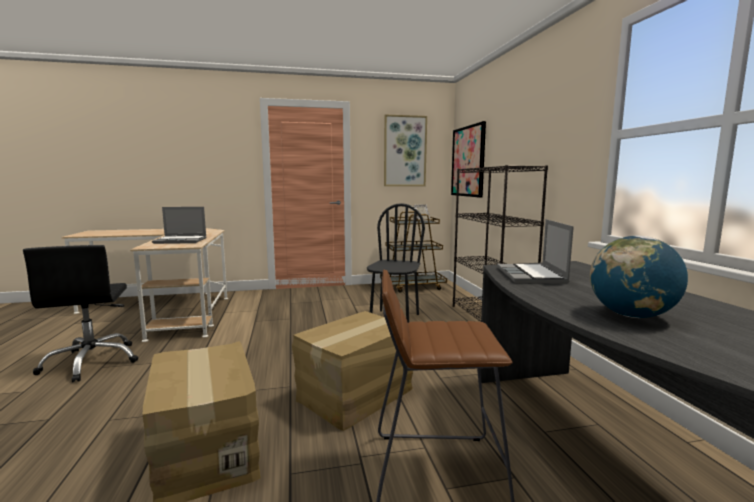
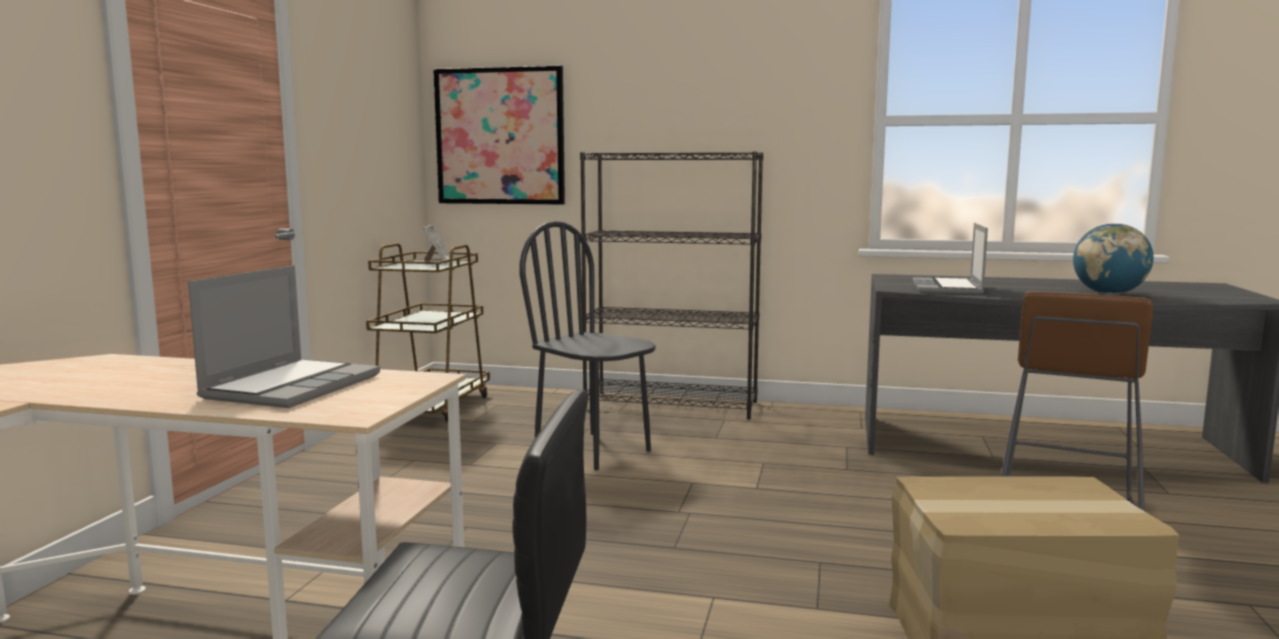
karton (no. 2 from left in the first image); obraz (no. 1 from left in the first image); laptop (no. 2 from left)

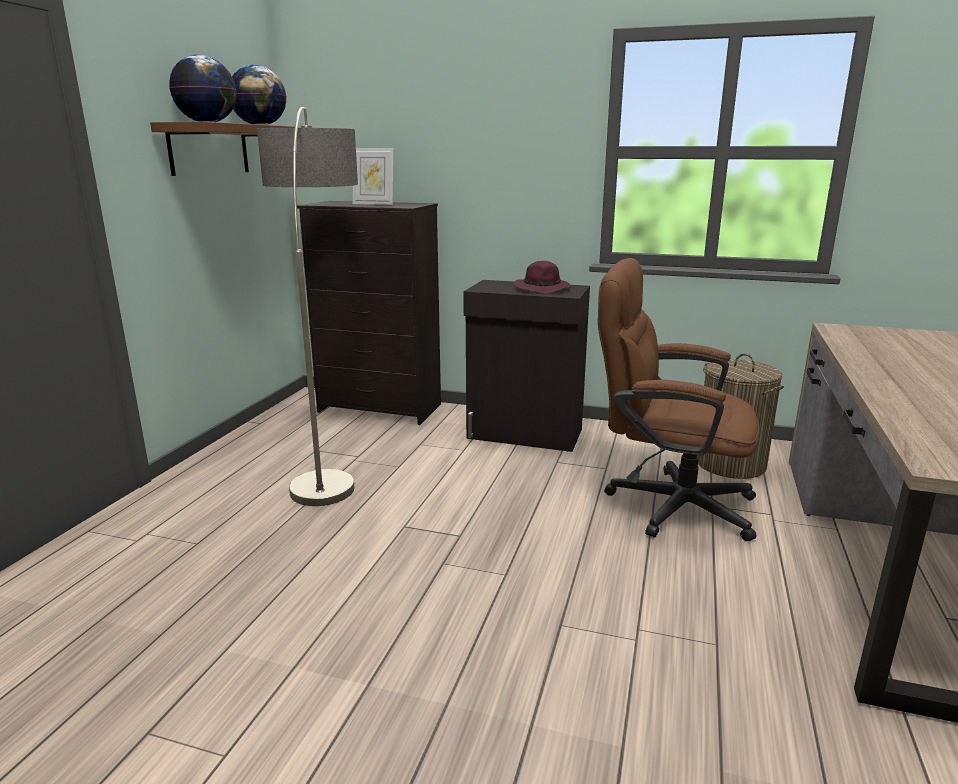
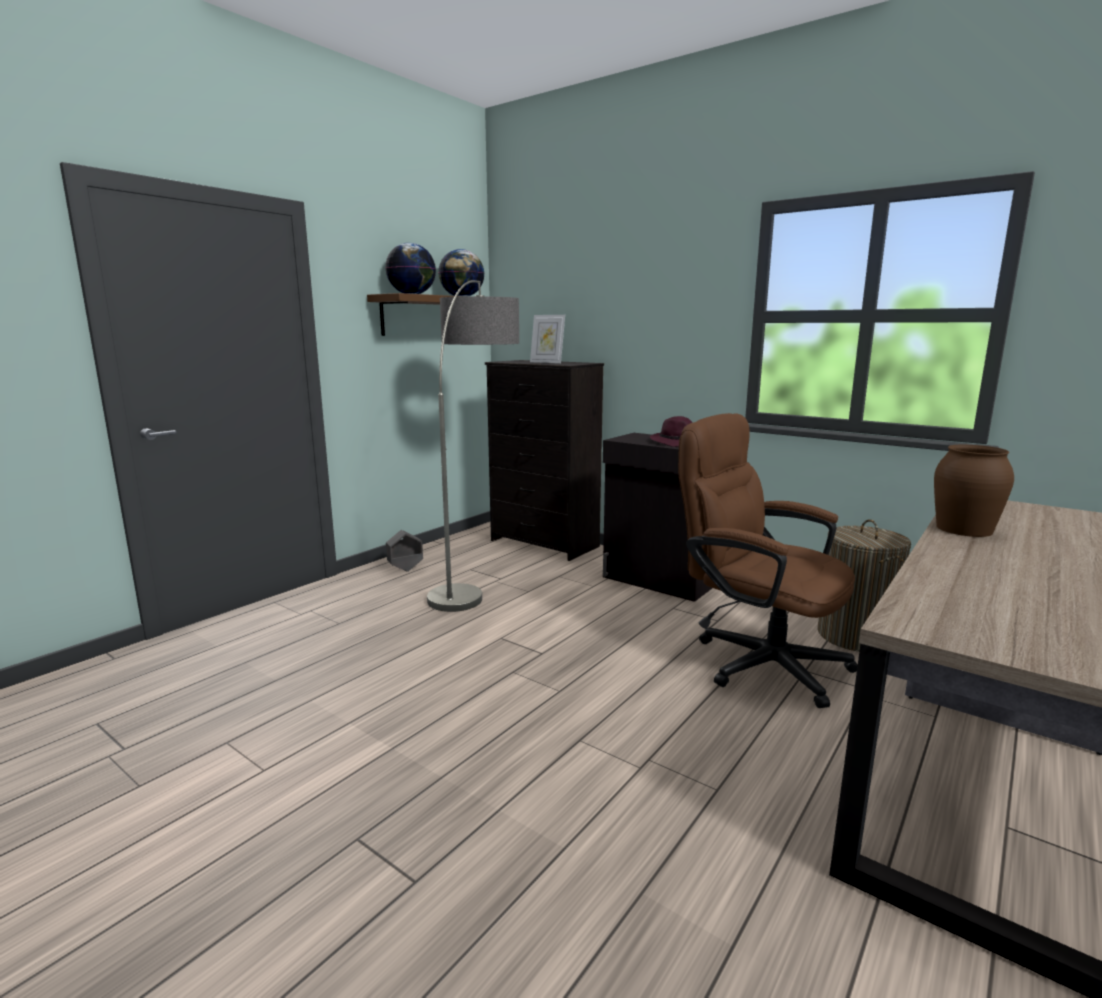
donica [szary]; wazon [brązowy]

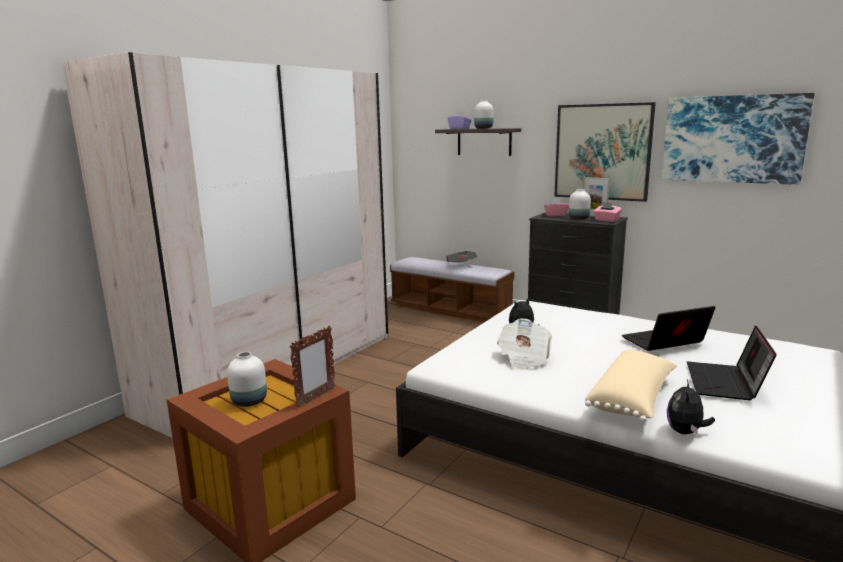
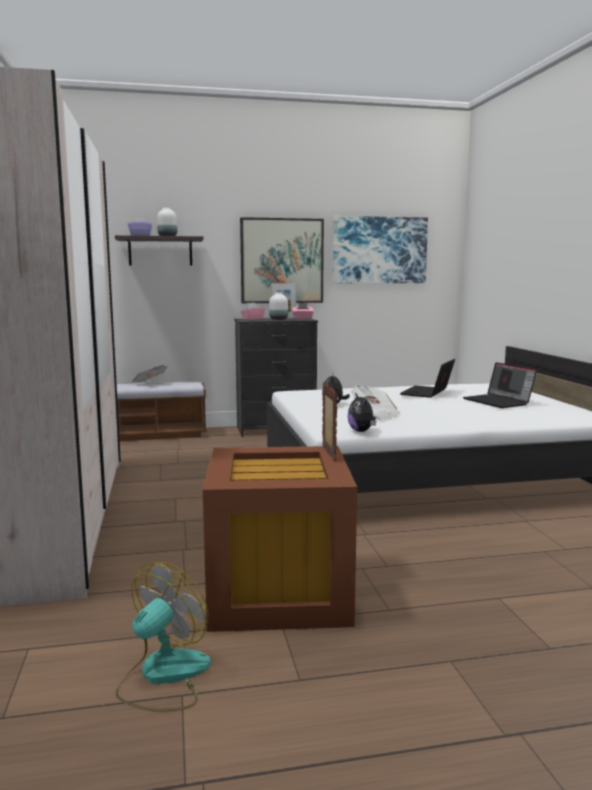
wazon [biały] (no. 1 from left in the first image); poduszka [beżowy]; wentylator; pluszak (no. 2 from left)

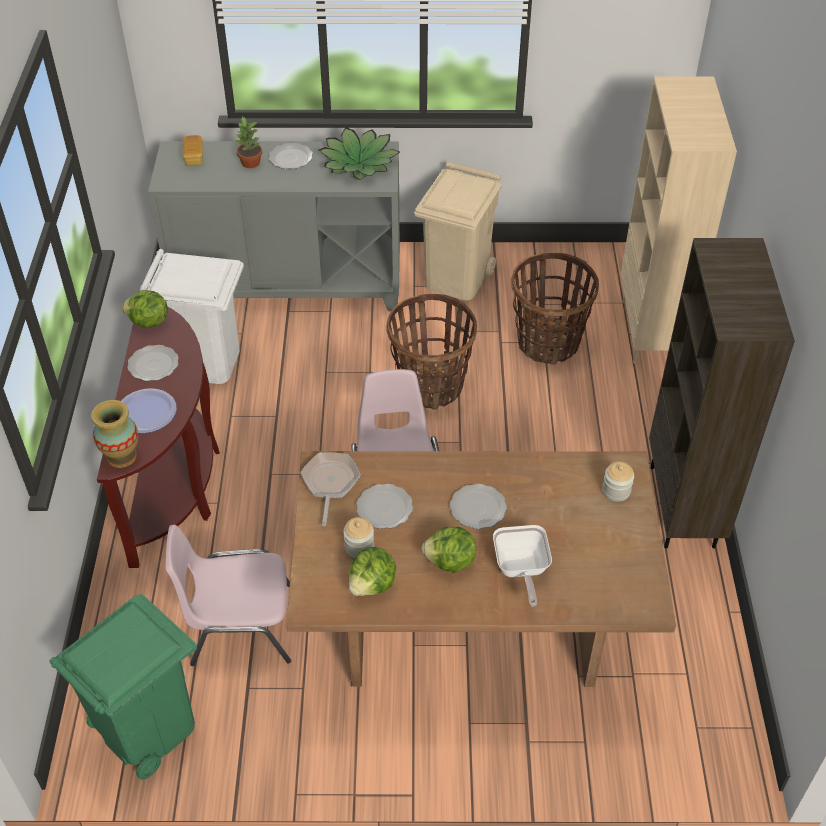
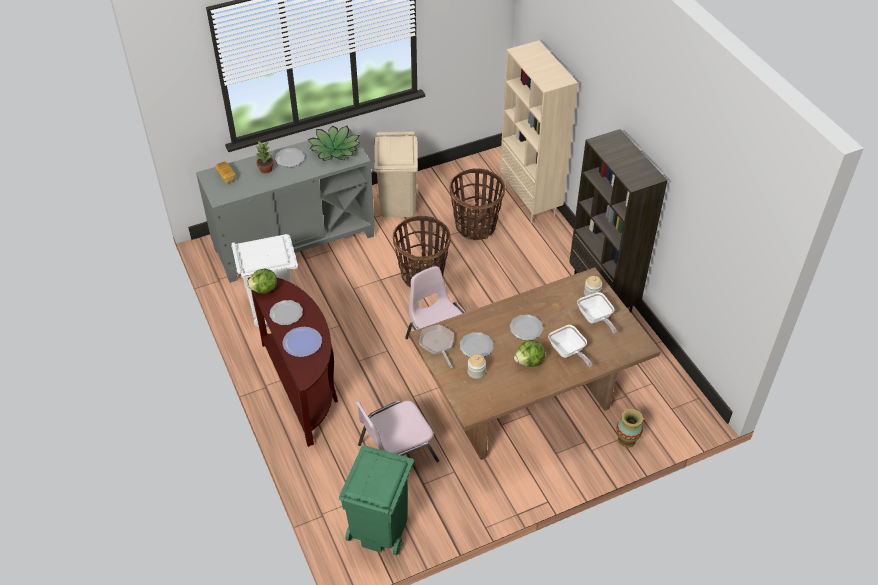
sałata (no. 2 from left in the first image); patelnia (no. 3 from left); wazon

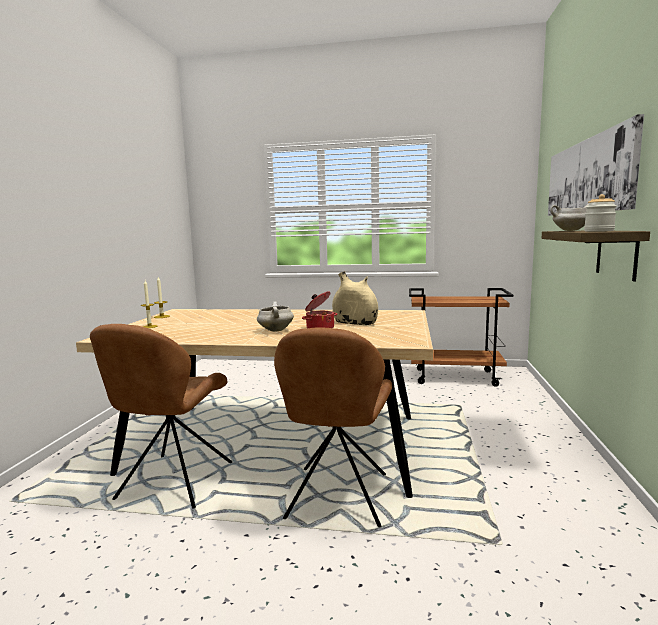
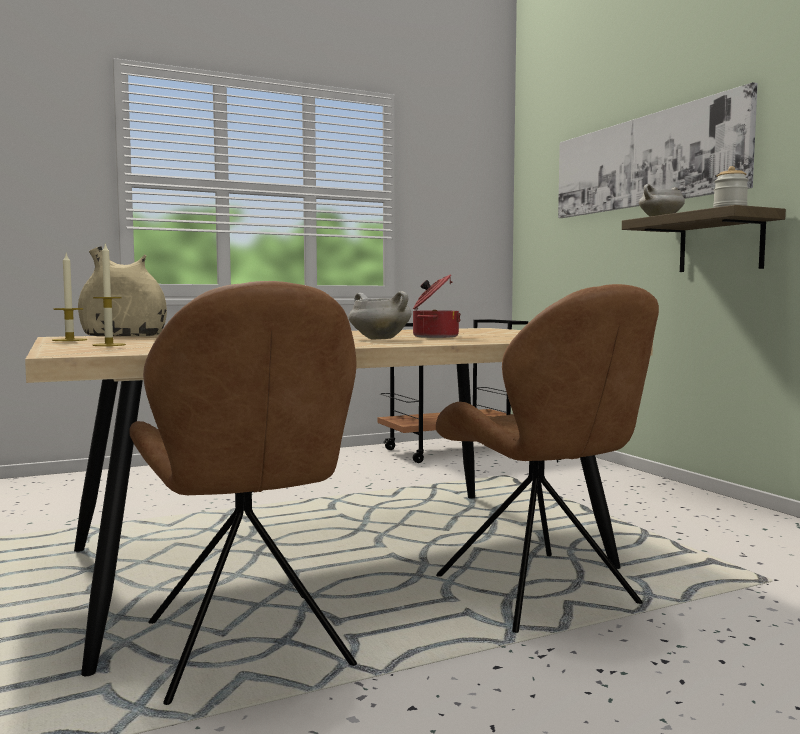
wazon [beżowy]

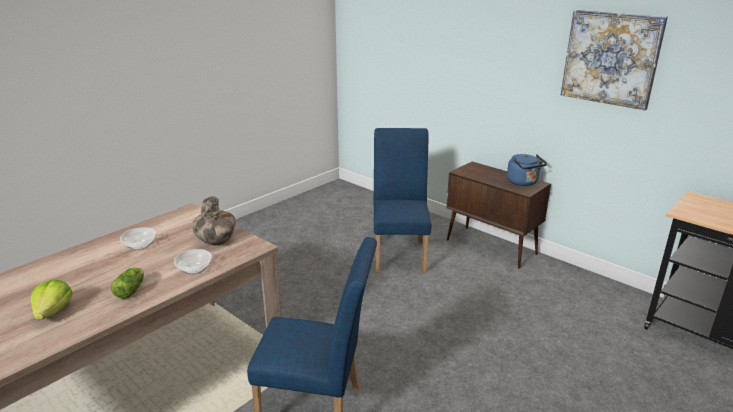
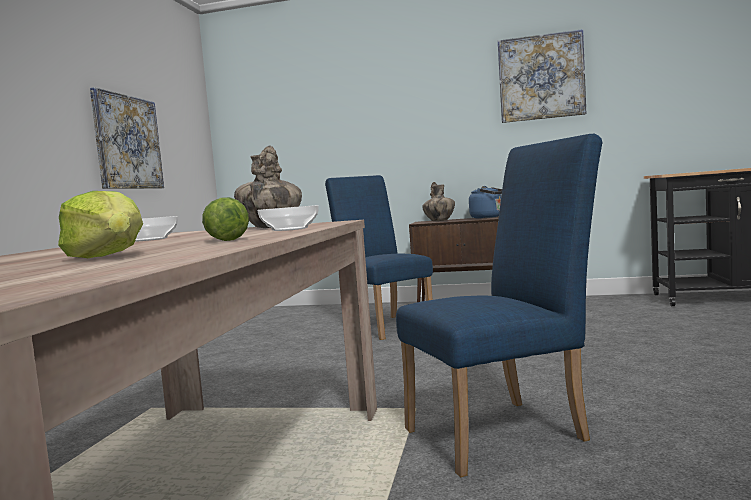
obraz (no. 1 from left); wazon (no. 2 from left)

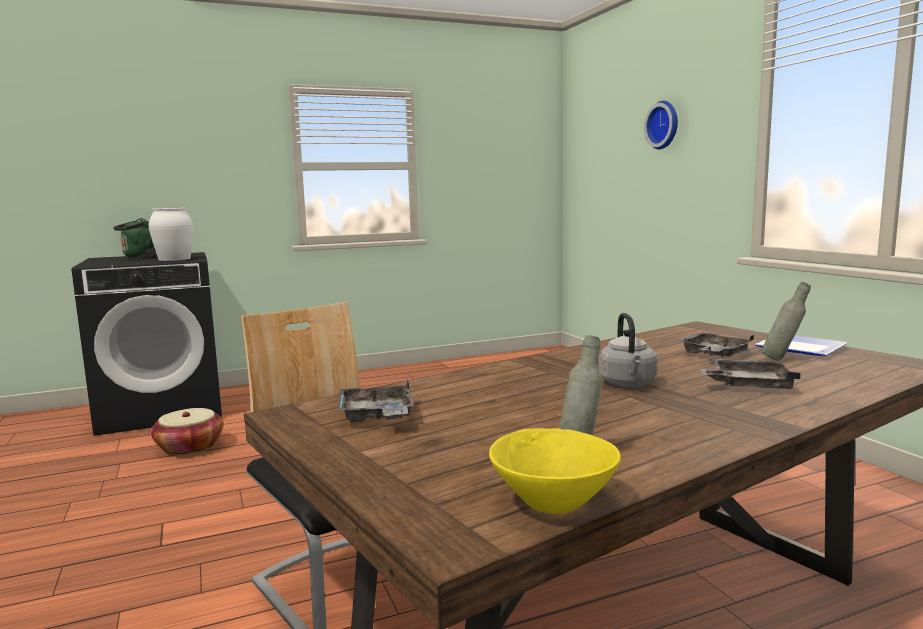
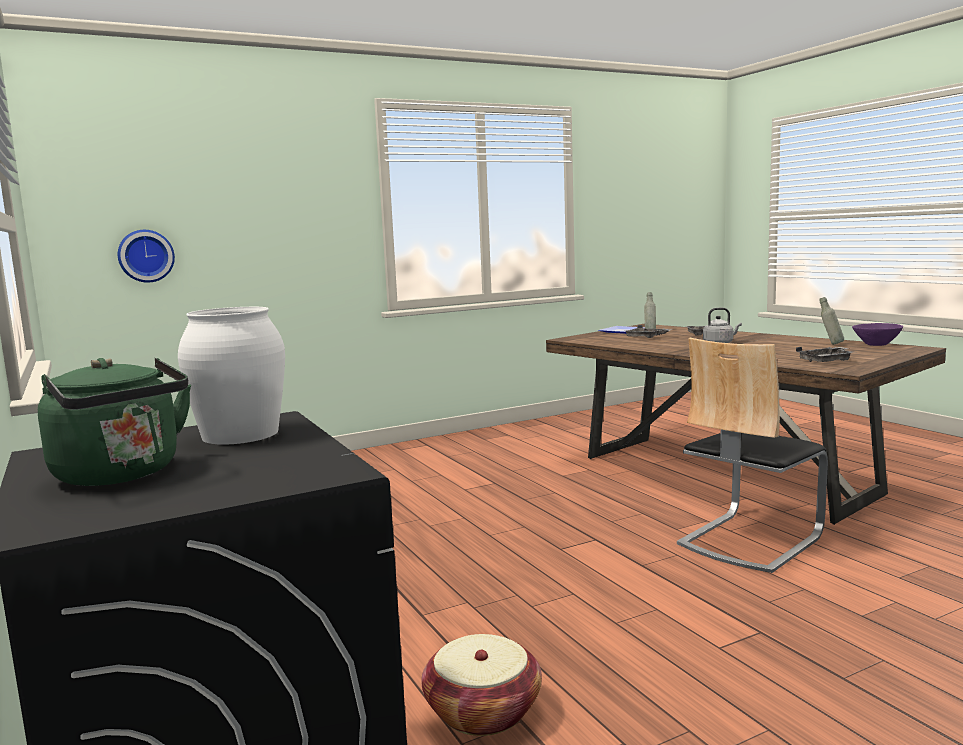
zegar ścienny; miska [fioletowy]

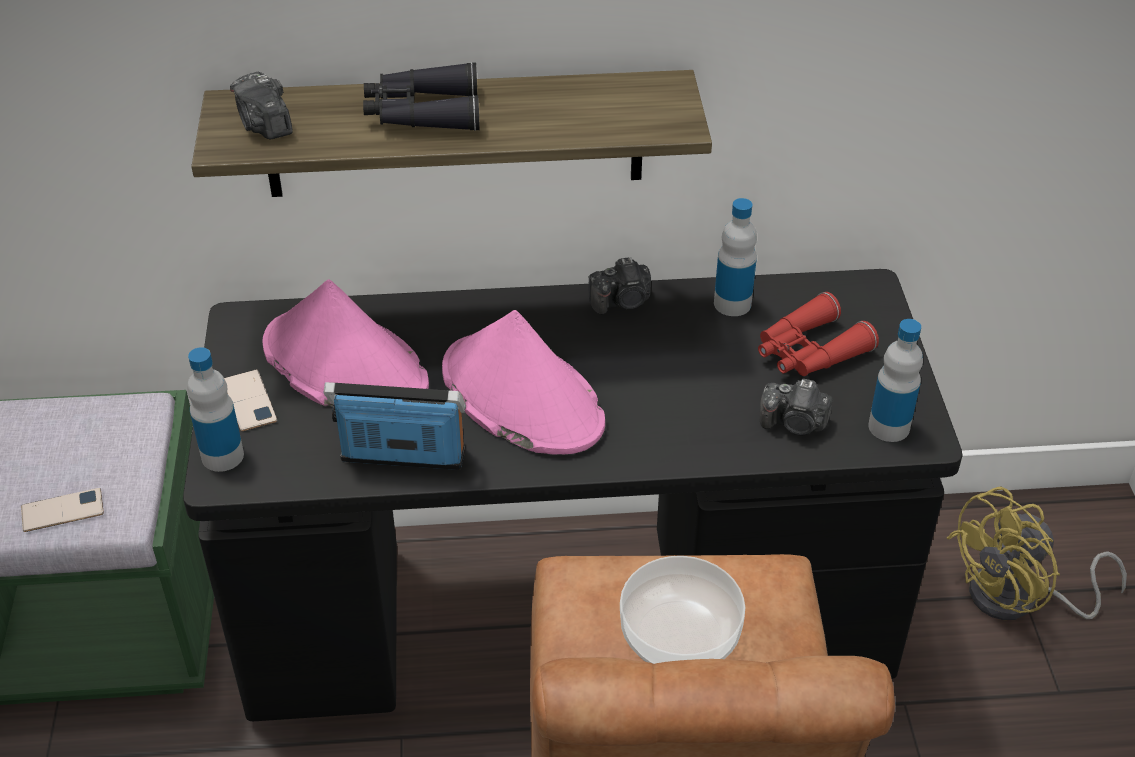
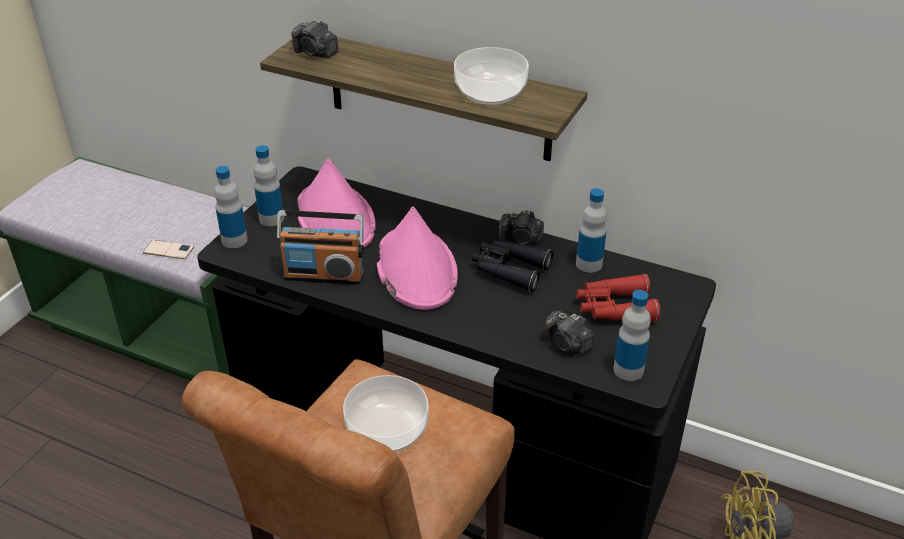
miska (no. 2 from left); lornetka [czarny]; butelka (no. 2 from left); aparat fotograficzny (no. 1 from left); radio

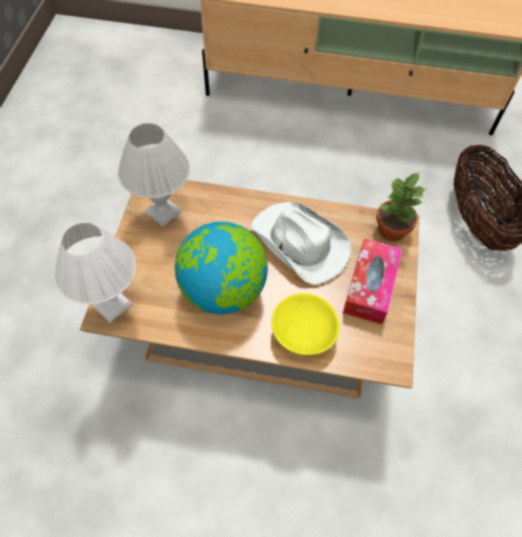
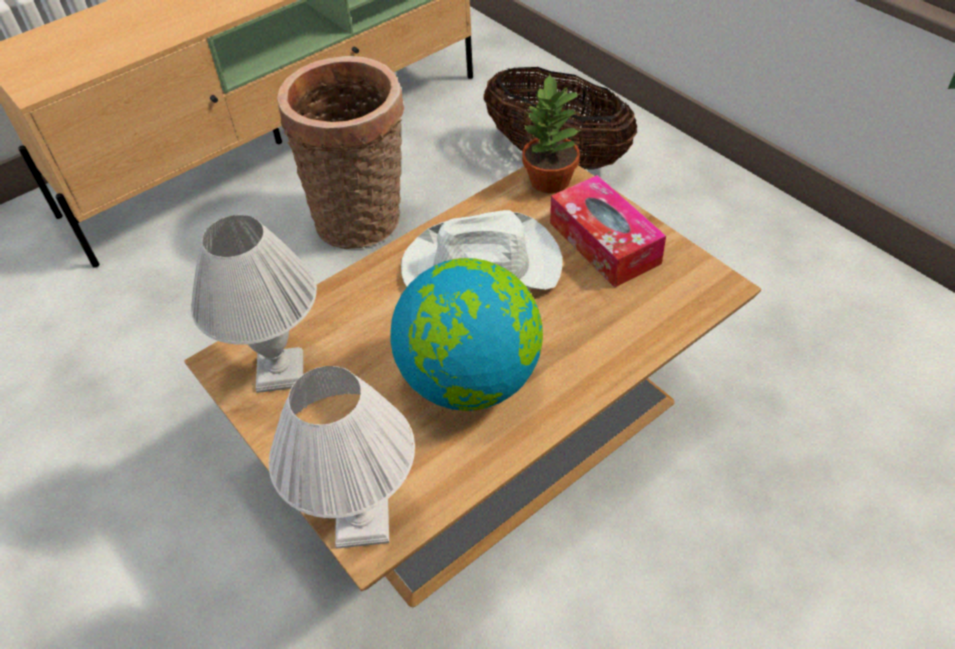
miska [żółty]; koszyk (no. 1 from left)

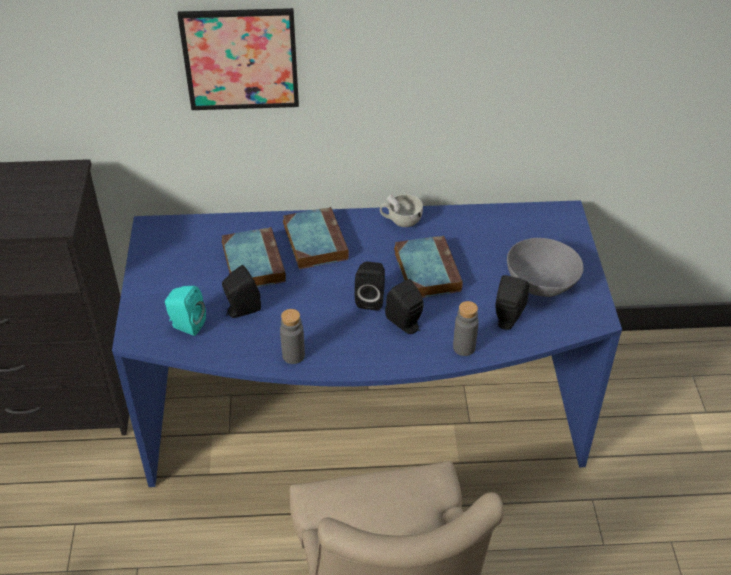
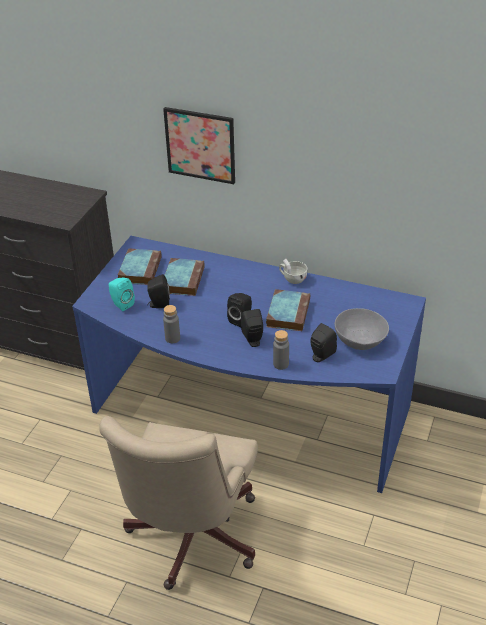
książka (no. 1 from left)

